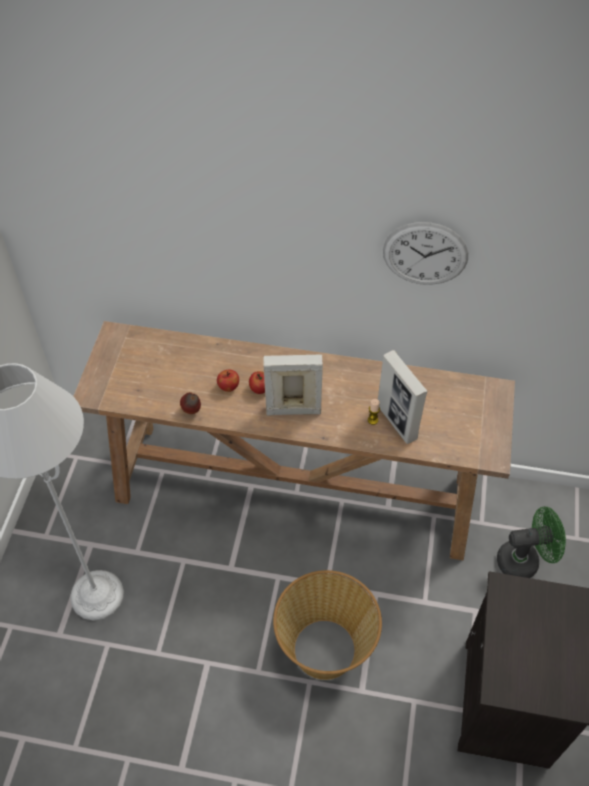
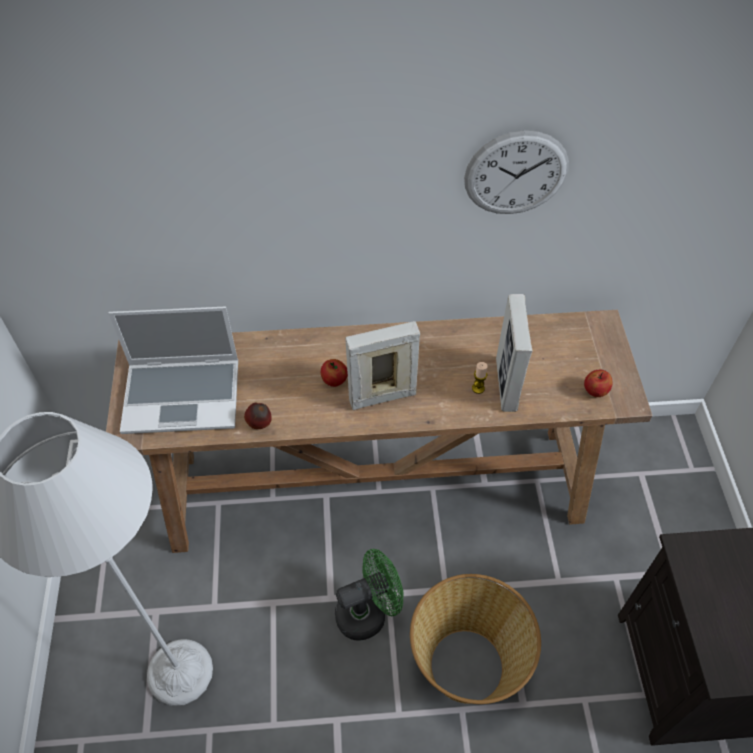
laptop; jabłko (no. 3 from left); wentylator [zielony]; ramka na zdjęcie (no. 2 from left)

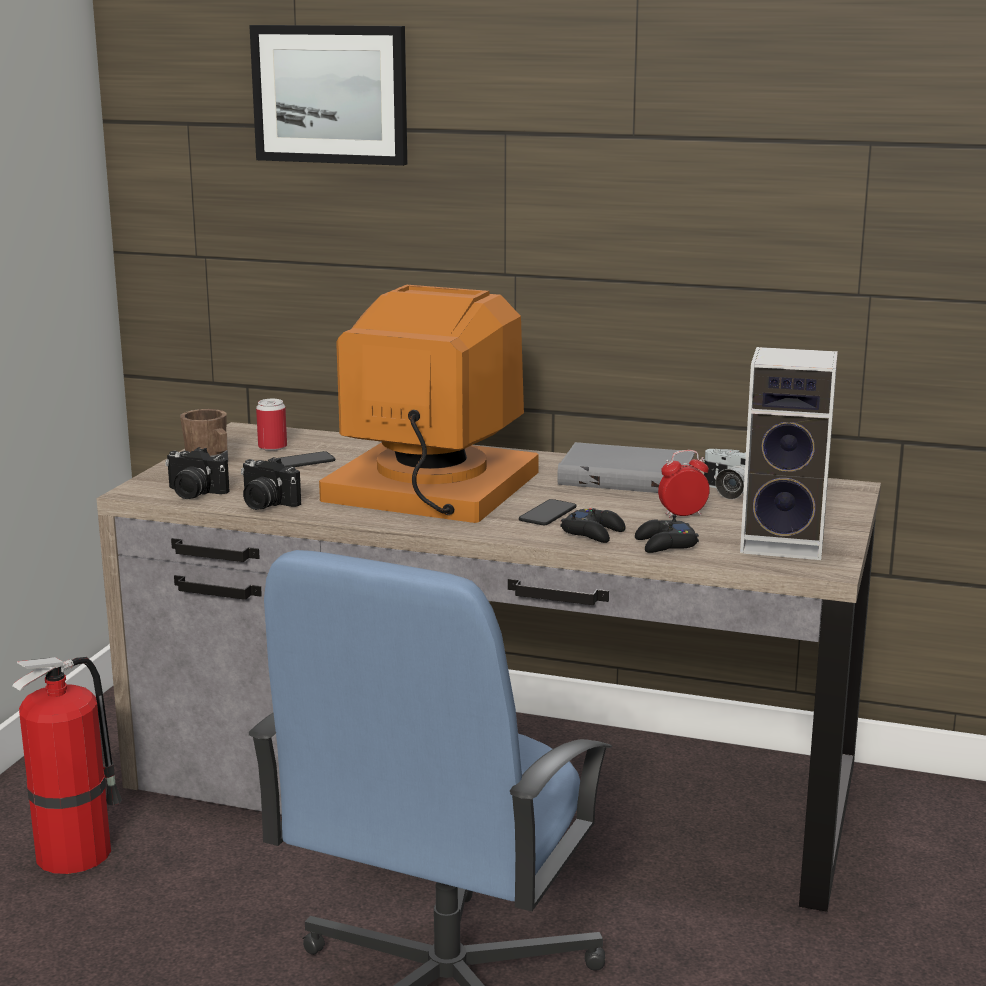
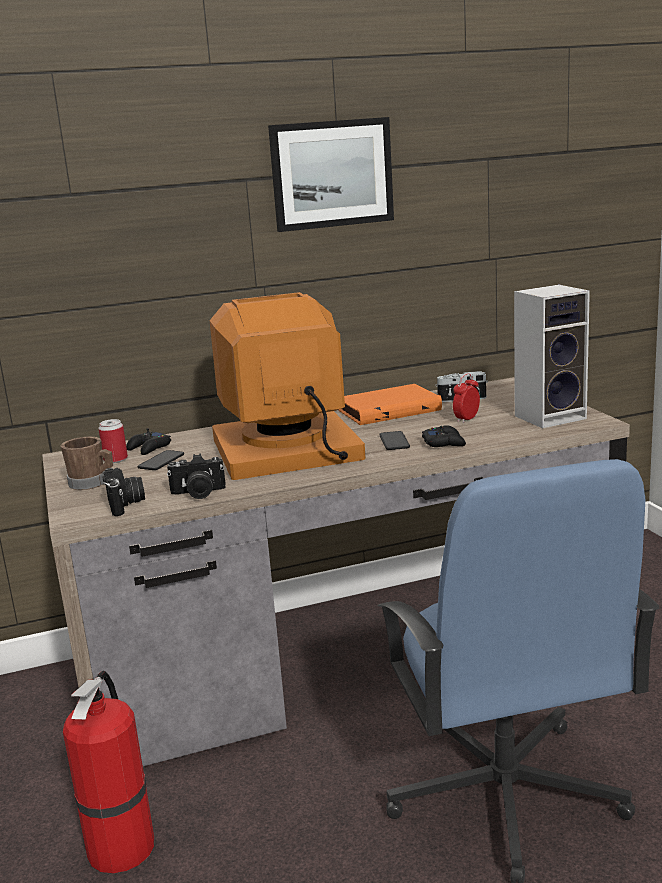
obraz; pad do gier [czarny] (no. 1 from left); książka [pomarańczowy]; aparat fotograficzny (no. 1 from left)

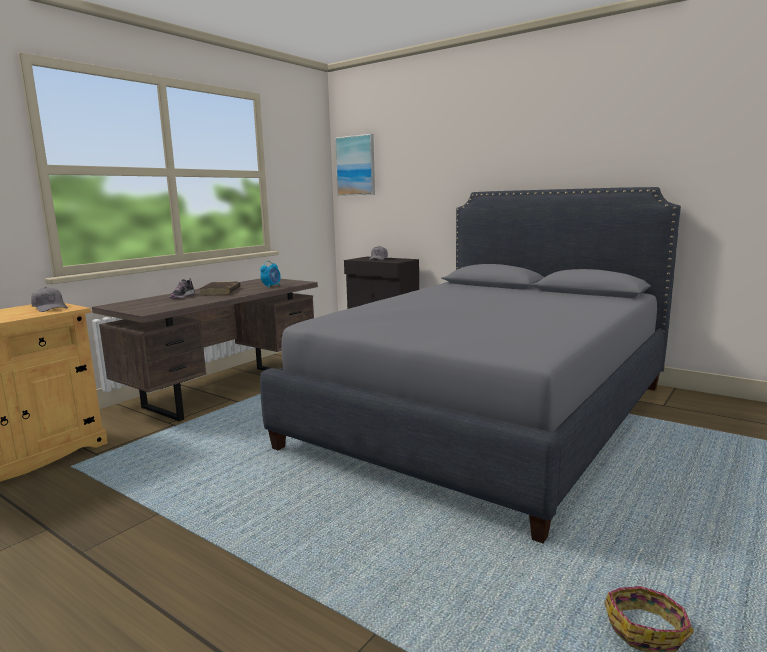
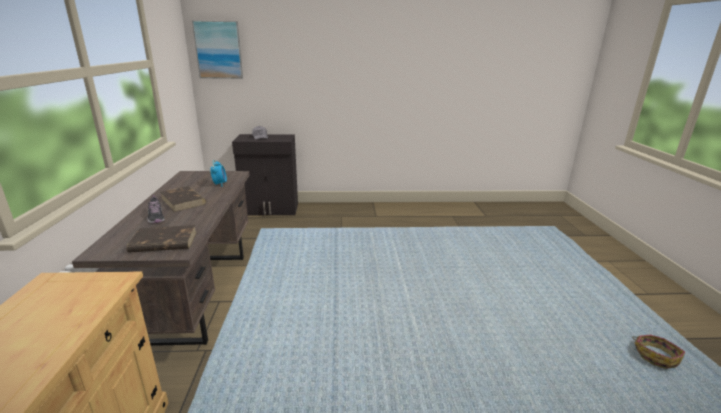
czapka z daszkiem [szary] (no. 1 from left in the first image); łóżko [szary]; książka [brązowy] (no. 1 from left)

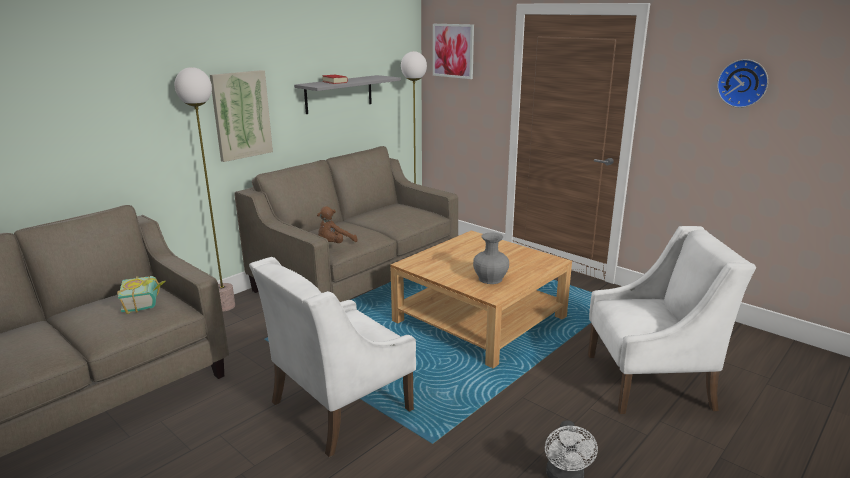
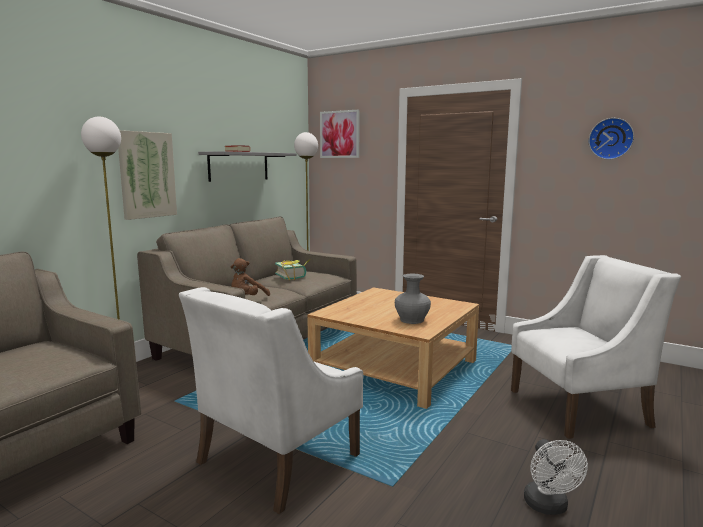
książka (no. 2 from left)

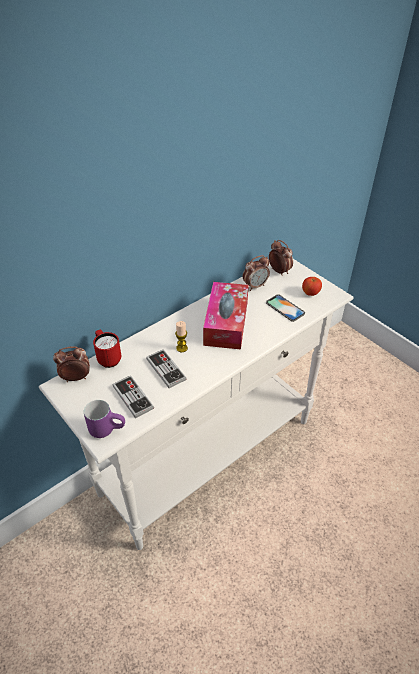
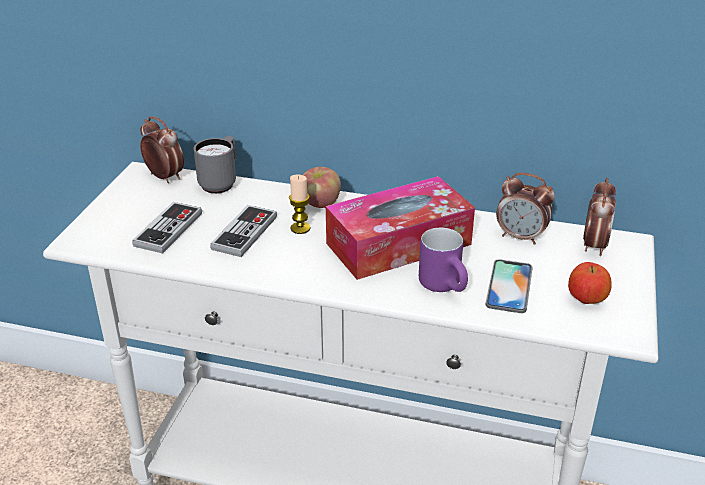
jabłko (no. 1 from left); kubek [fioletowy]; kubek [szary]

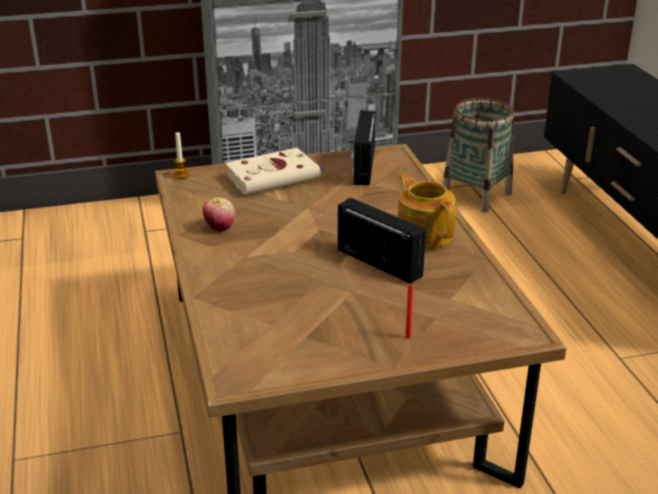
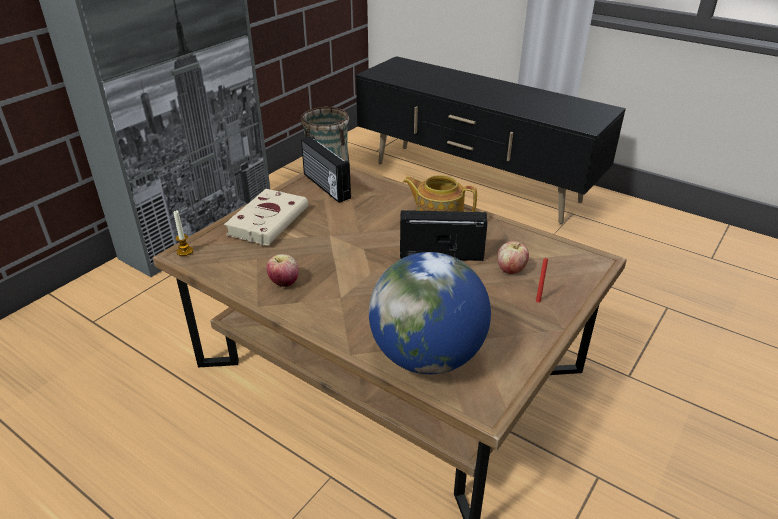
globus; jabłko (no. 2 from left)

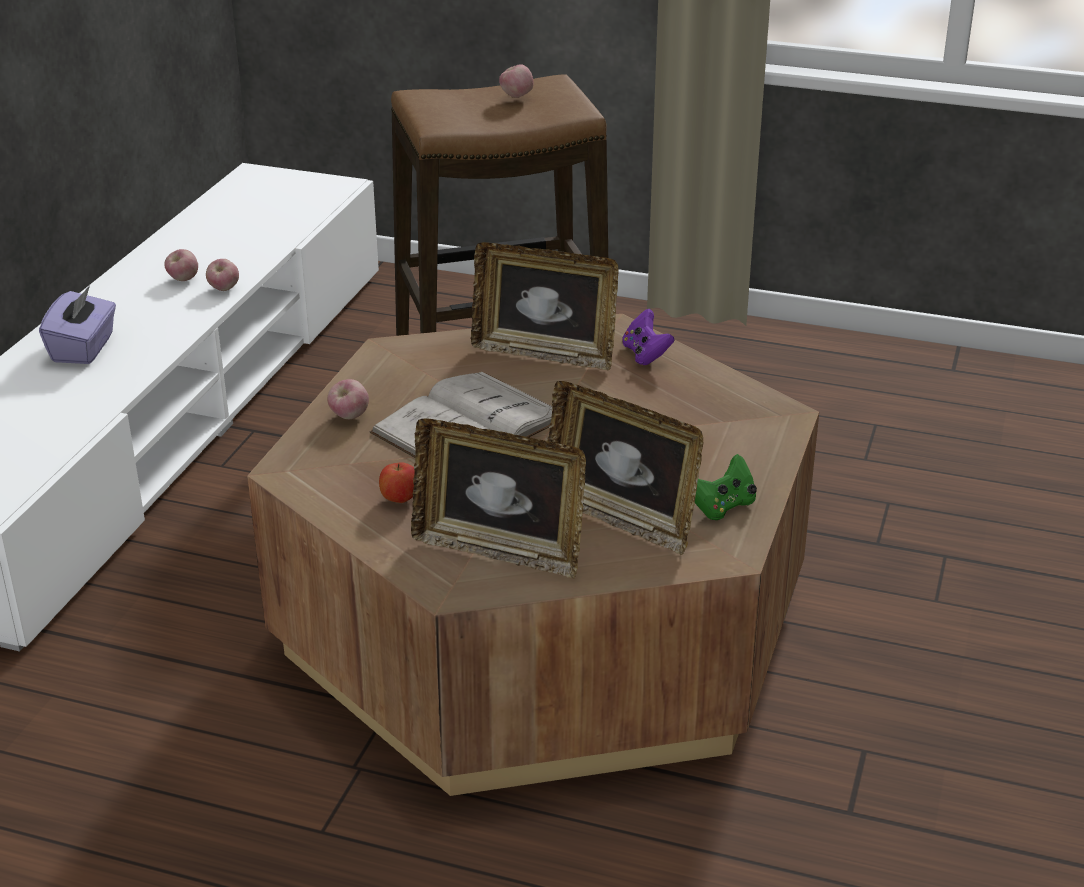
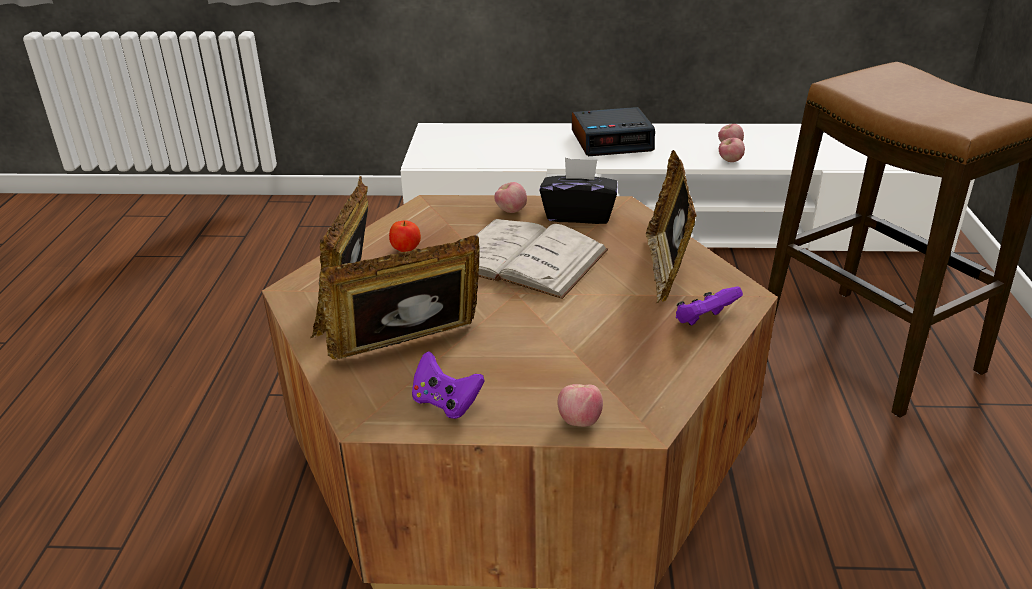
pudełko chusteczek [czarny]; jabłko (no. 3 from left); budzik; pad do gier [fioletowy] (no. 1 from left); ramka na zdjęcie (no. 2 from left)

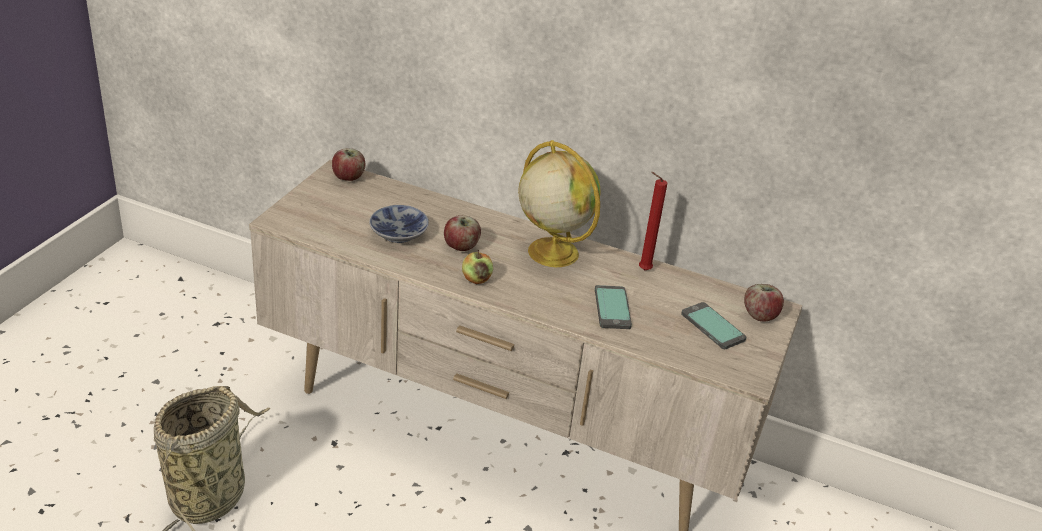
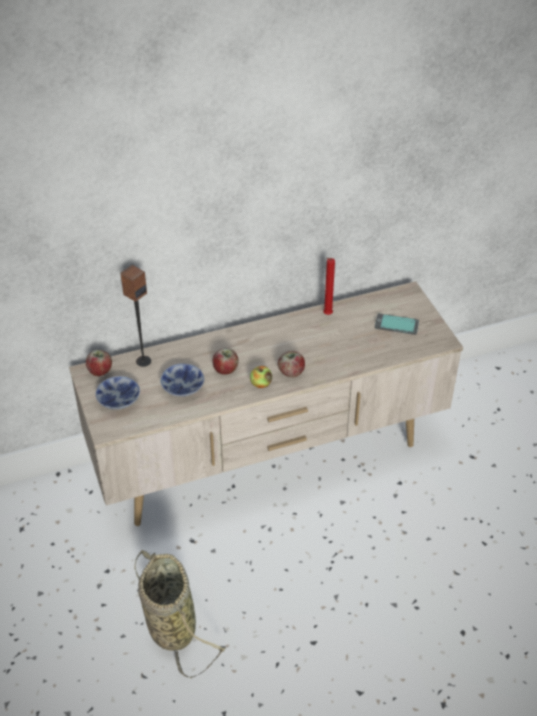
globus; telefon (no. 1 from left in the first image); miska (no. 1 from left); głośnik; jabłko (no. 4 from left)

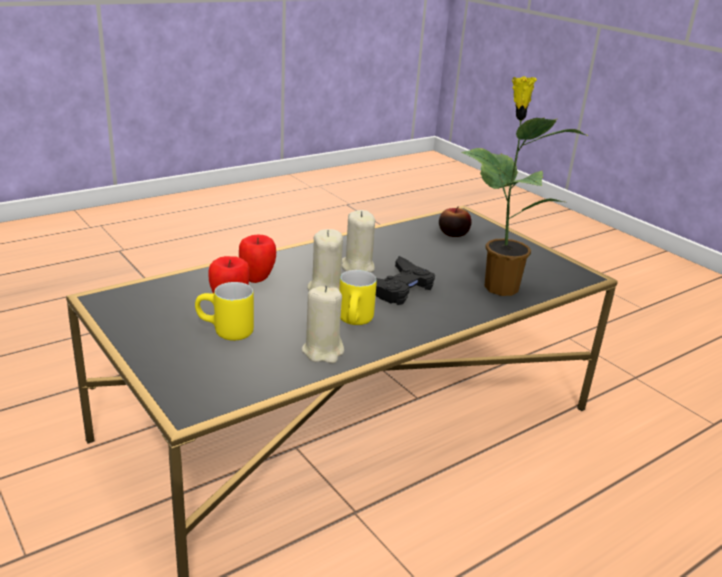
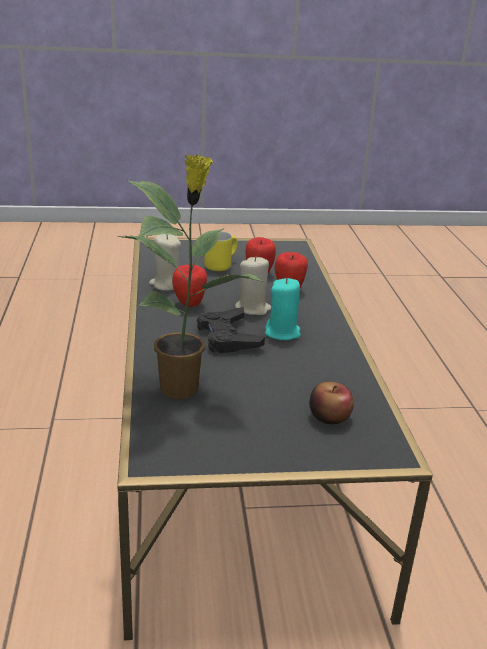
jabłko (no. 1 from left); świeca [turkusowy]

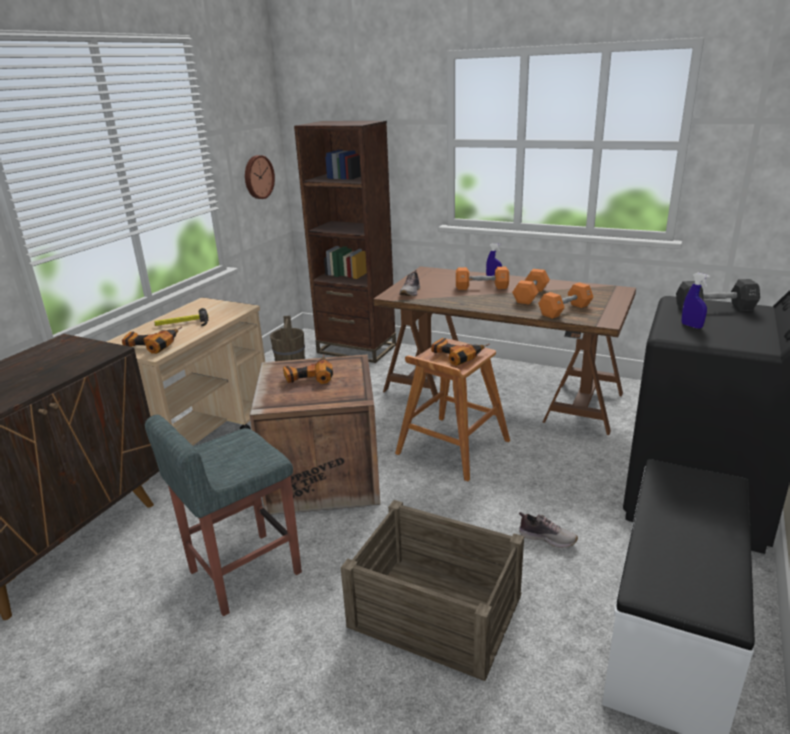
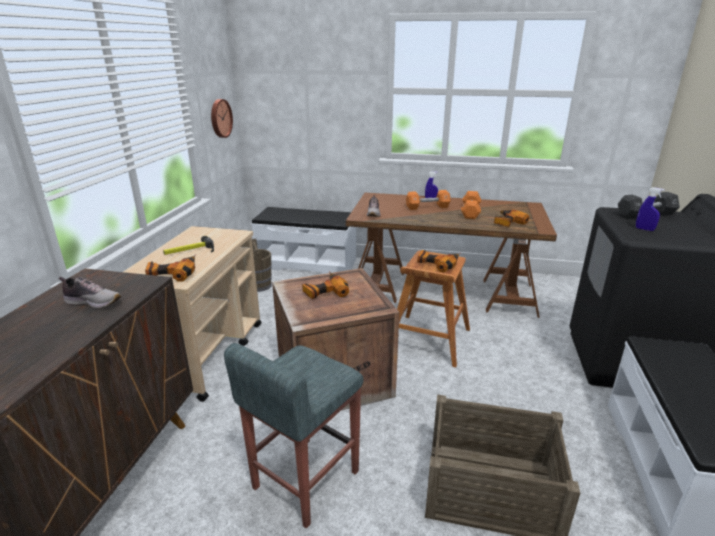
but (no. 1 from left); ławka [biały] (no. 1 from left); wiertarka (no. 4 from left)

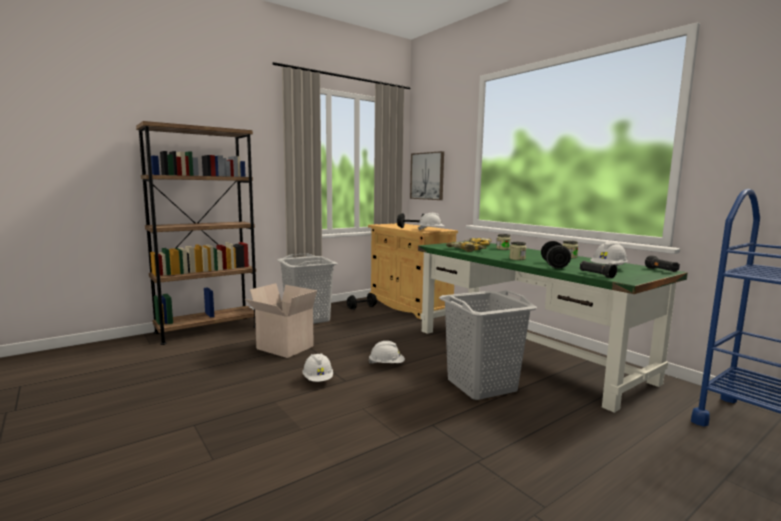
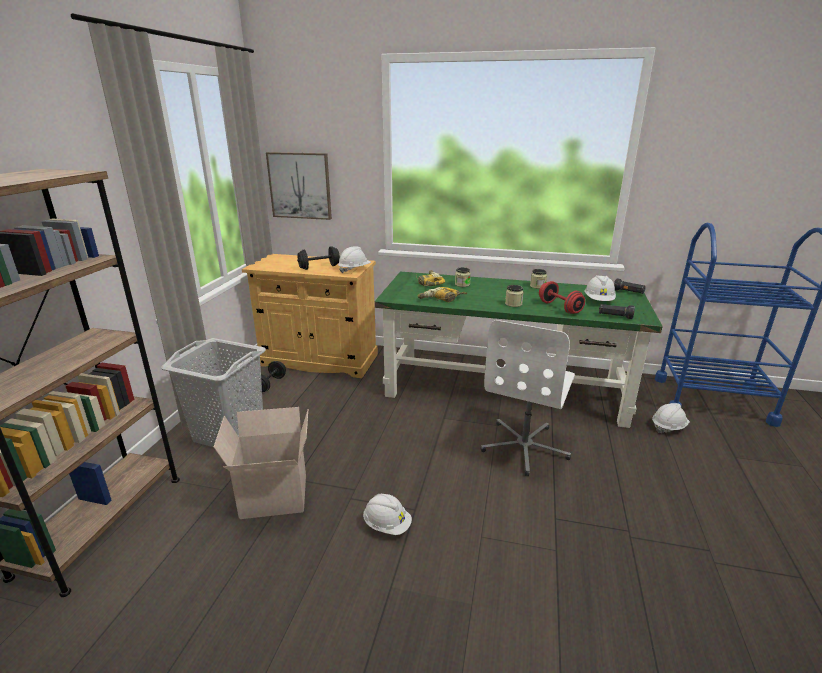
kask [biały] (no. 4 from left); krzesło biurowe [biały]; hantel [czerwony]

